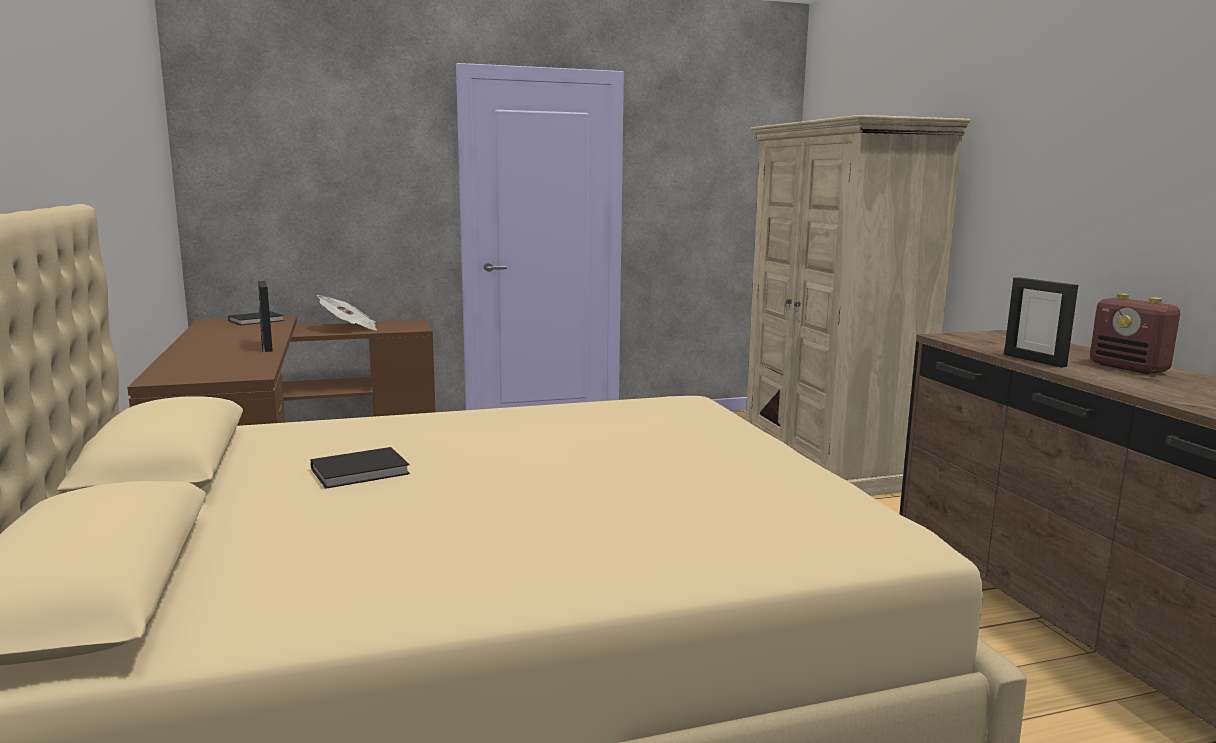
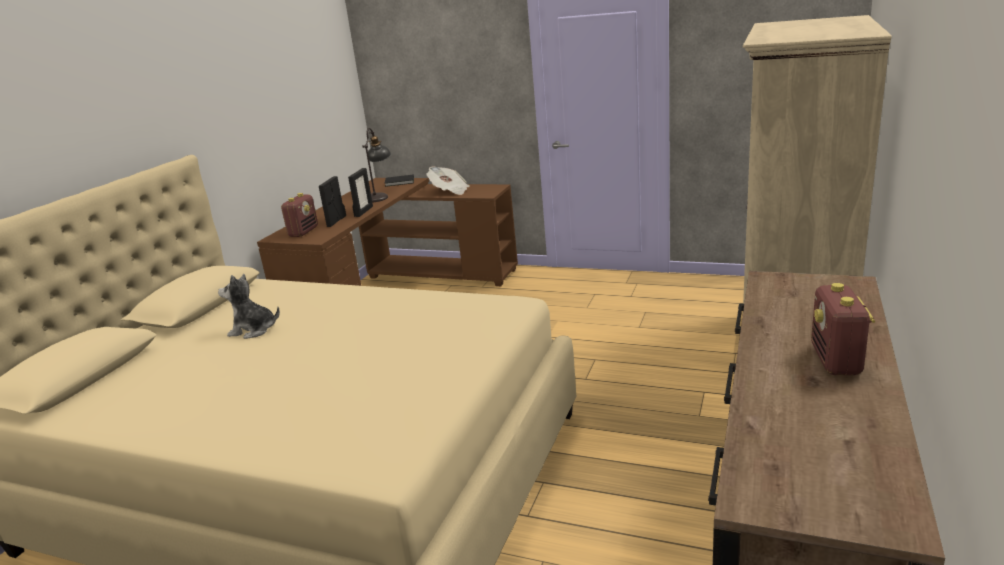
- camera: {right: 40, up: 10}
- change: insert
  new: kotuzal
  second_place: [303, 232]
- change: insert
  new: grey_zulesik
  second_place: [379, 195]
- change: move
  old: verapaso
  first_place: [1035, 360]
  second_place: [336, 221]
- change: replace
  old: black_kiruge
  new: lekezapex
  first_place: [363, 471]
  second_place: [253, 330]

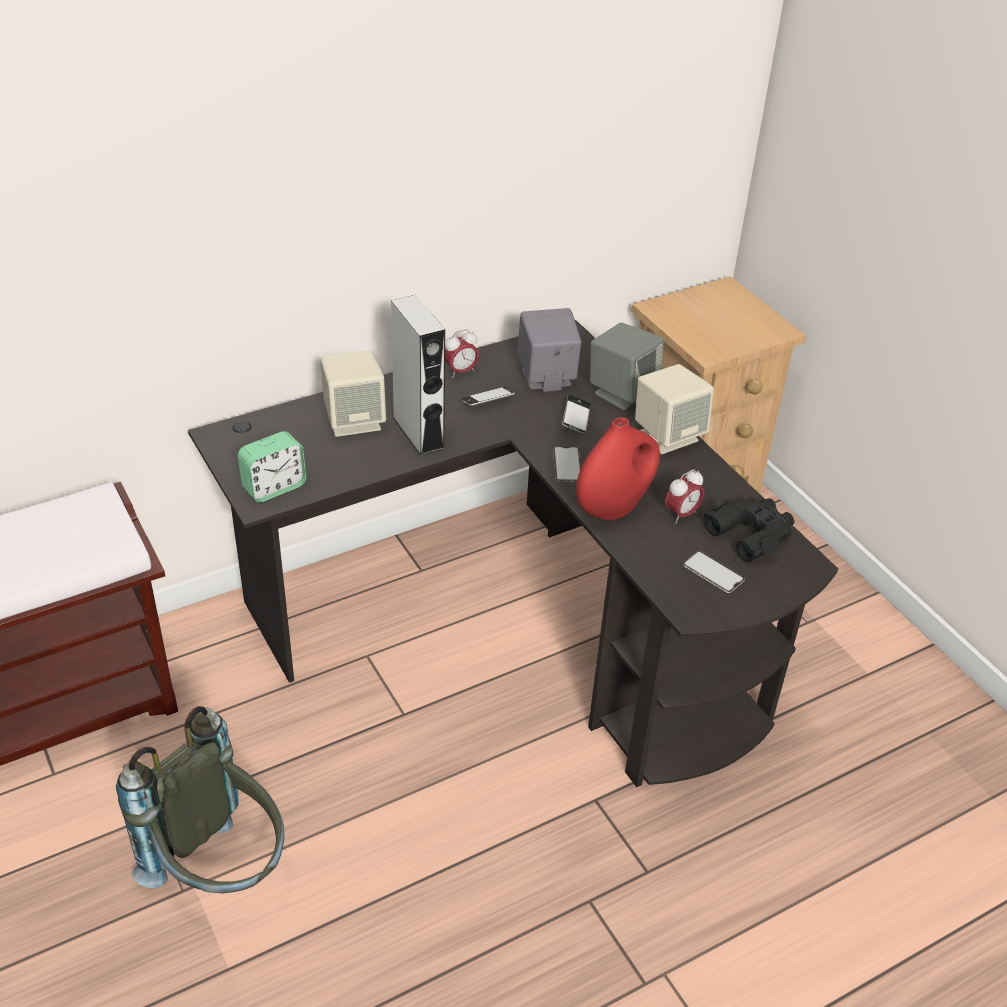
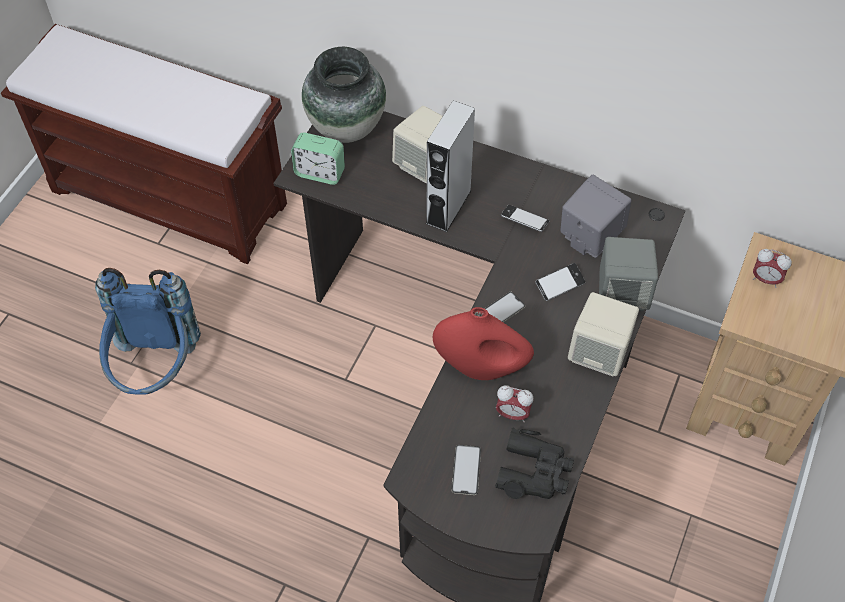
- camera: {right: 55, up: 15}
- change: insert
  new: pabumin
  second_place: [346, 128]
- change: move
  old: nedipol
  first_place: [460, 372]
  second_place: [765, 279]
- change: recolor
  old: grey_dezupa
  new: blue_dezupa
  first_place: [221, 871]
  second_place: [156, 371]

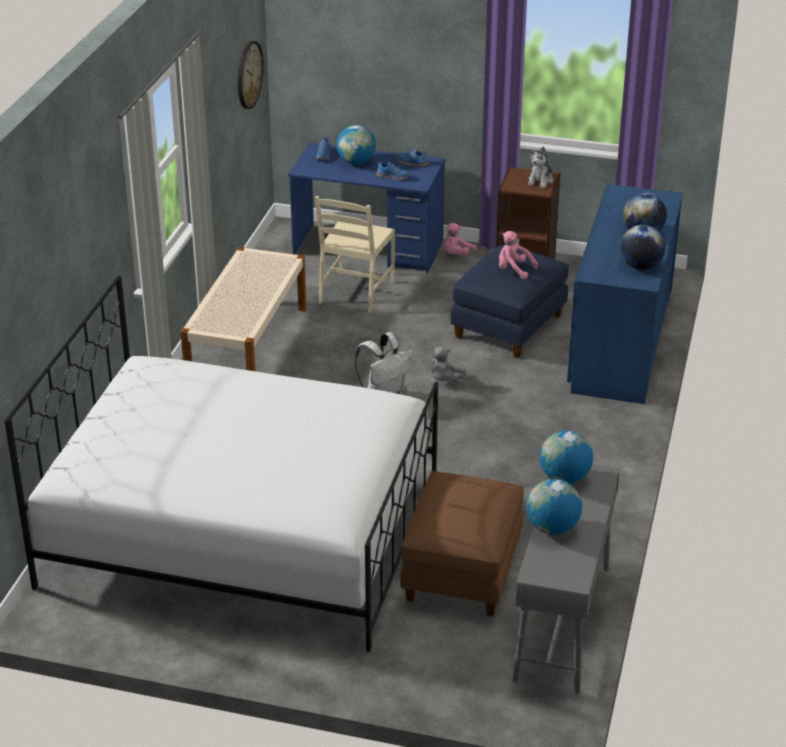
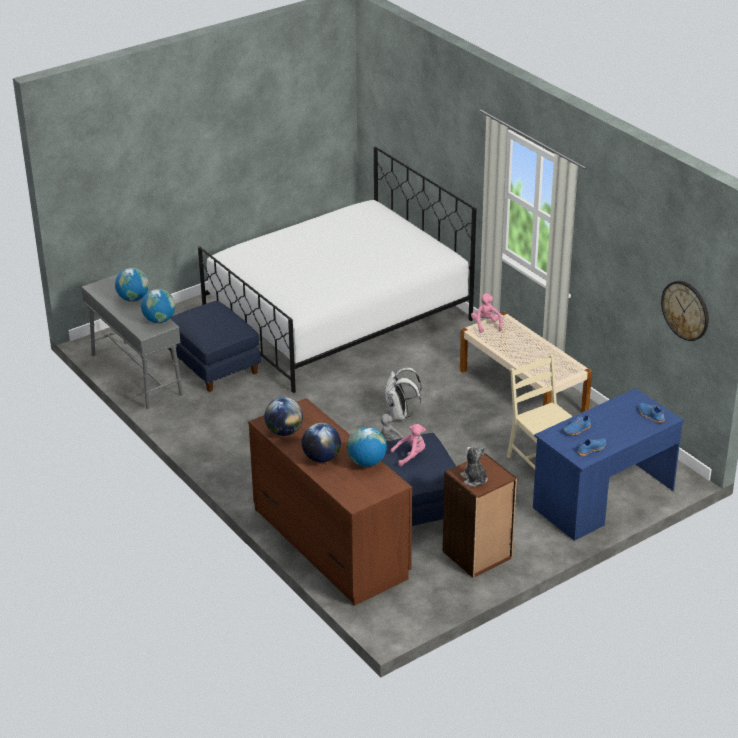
- camera: {right: 130, up: 0}
- change: move
  old: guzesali
  first_place: [356, 162]
  second_place: [366, 462]
- change: move
  old: pink_lekezapex
  first_place: [457, 254]
  second_place: [486, 325]
- change: recolor
  old: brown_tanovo
  new: blue_tanovo
  first_place: [461, 571]
  second_place: [215, 365]
- change: recolor
  old: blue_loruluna
  new: brown_loruluna
  first_place: [621, 344]
  second_place: [330, 543]

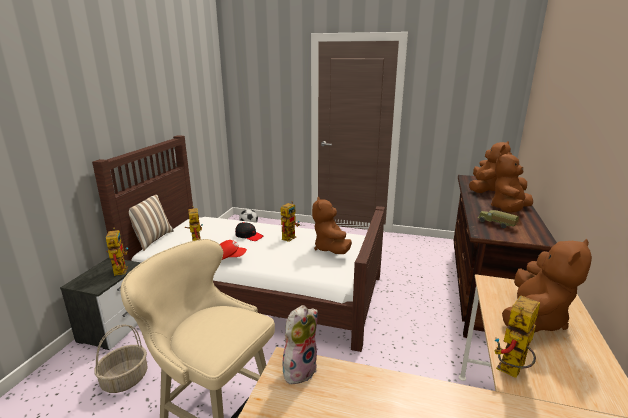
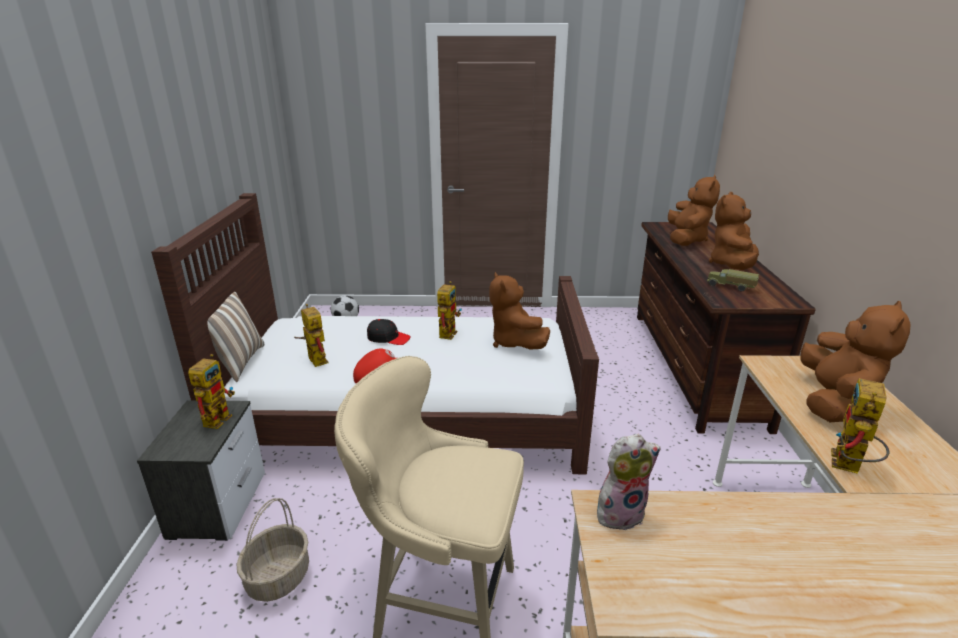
- camera: {right: -15, up: 5}
- change: rotate
  old: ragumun
  first_place: [119, 269]
  second_place: [219, 417]
  degrees: 45
- change: rotate
  old: lekezapex
  first_place: [299, 369]
  second_place: [620, 512]
  degrees: 45

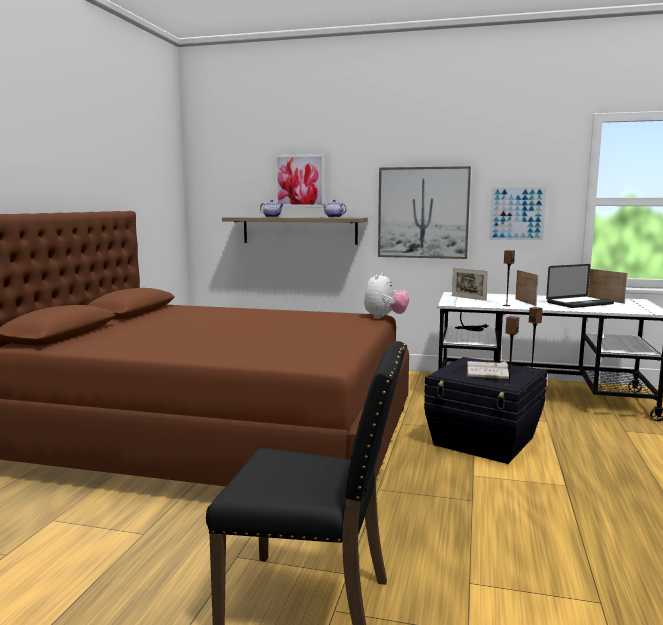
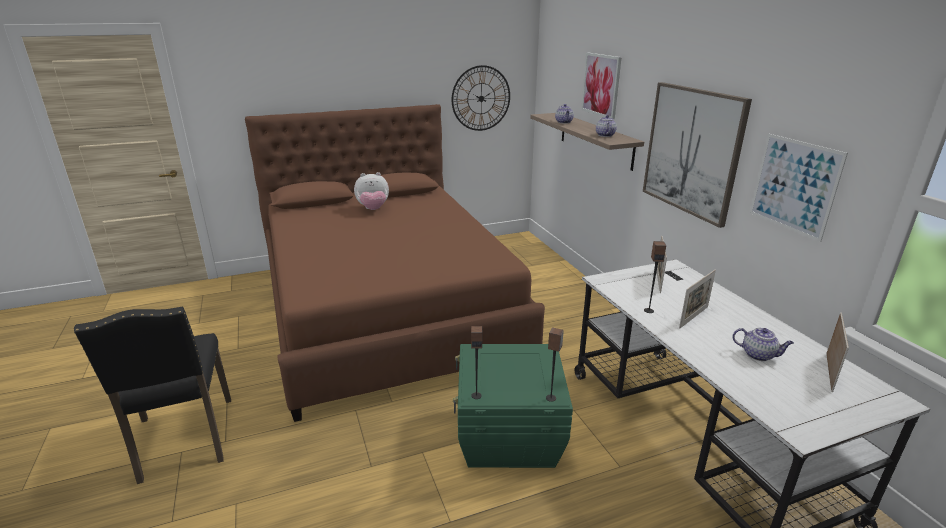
- camera: {right: 55, up: 15}
- change: delete
  old: white_kiruge
  first_place: [487, 370]
- change: insert
  new: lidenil
  second_place: [481, 98]
- change: move
  old: lekezapex
  first_place: [385, 317]
  second_place: [373, 209]
- change: replace
  old: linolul
  new: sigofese
  first_place: [579, 303]
  second_place: [759, 355]
- change: recolor
  old: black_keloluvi
  new: green_keloluvi
  first_place: [484, 441]
  second_place: [508, 436]

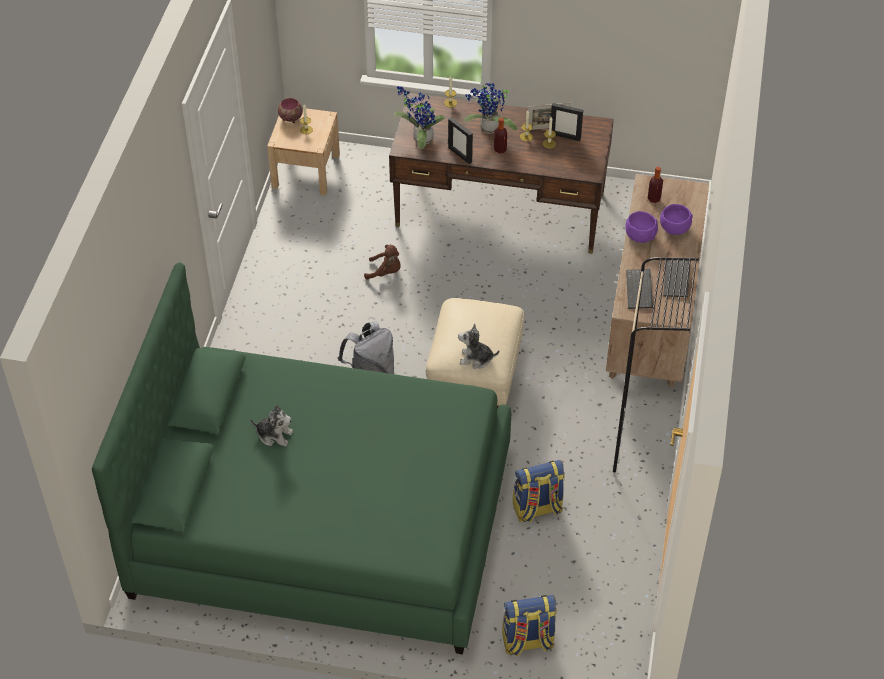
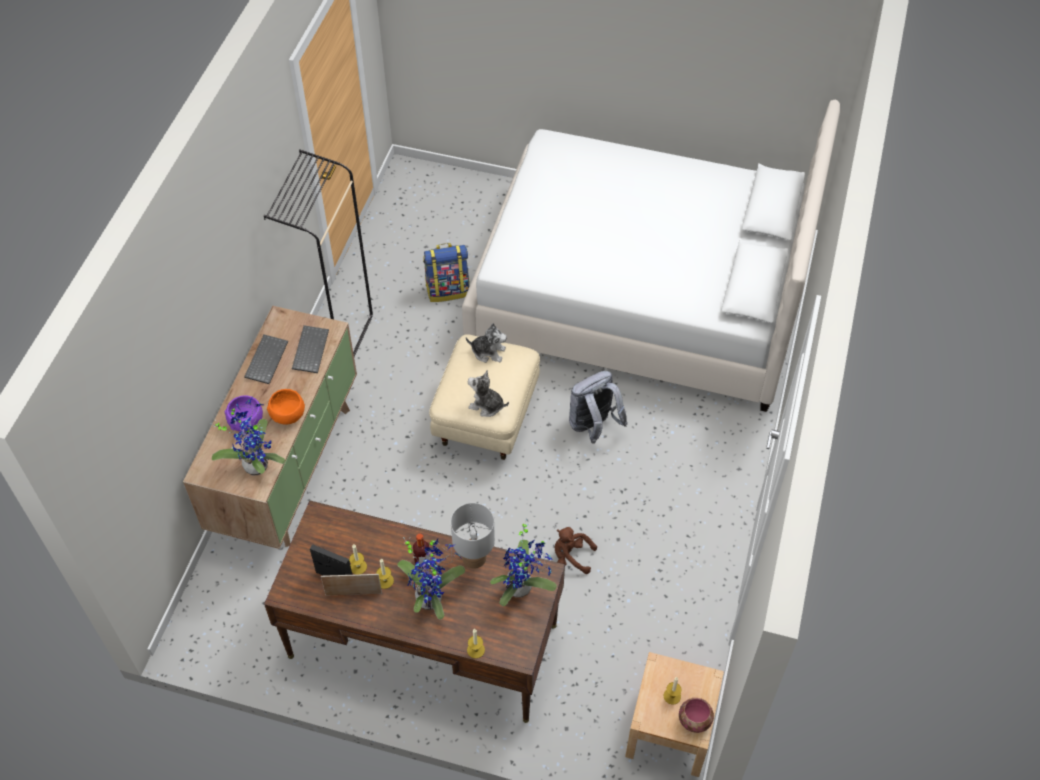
- camera: {right: -175, up: 5}
- change: delete
  old: dezupa
  first_place: [527, 641]
- change: move
  old: lekezapex
  first_place: [274, 435]
  second_place: [486, 405]
- change: replace
  old: verapaso
  new: grey_zulesik
  first_place: [460, 154]
  second_place: [474, 557]
- change: replace
  old: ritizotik
  new: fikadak
  first_place: [654, 199]
  second_place: [256, 463]
- change: recolor
  old: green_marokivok
  new: white_marokivok
  first_place: [323, 521]
  second_place: [640, 293]
- change: recolor
  old: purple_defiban
  new: orange_defiban
  first_place: [640, 235]
  second_place: [288, 415]

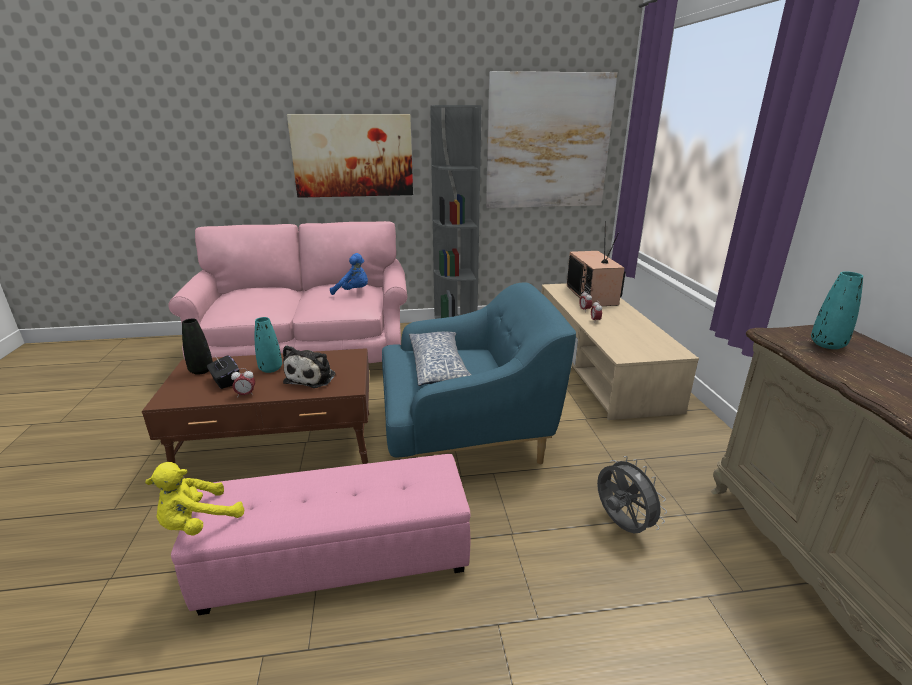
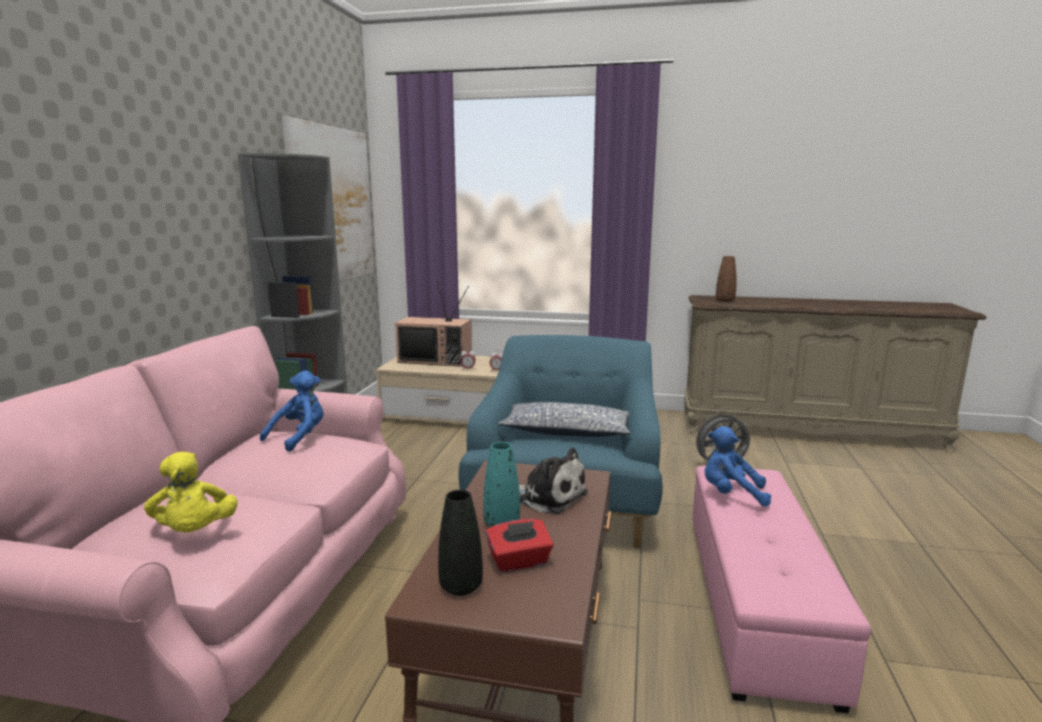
- camera: {right: -70, up: -10}
- change: delete
  old: nedipol
  first_place: [246, 395]
- change: delete
  old: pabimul
  first_place: [353, 156]
- change: insert
  new: blue_lekezapex
  second_place: [731, 494]
- change: move
  old: yellow_lekezapex
  first_place: [198, 523]
  second_place: [194, 532]
- change: recolor
  old: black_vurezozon
  new: red_vurezozon
  first_place: [225, 381]
  second_place: [519, 561]
- change: recolor
  old: turquoise_pabumin
  new: brown_pabumin
  first_place: [827, 345]
  second_place: [725, 300]

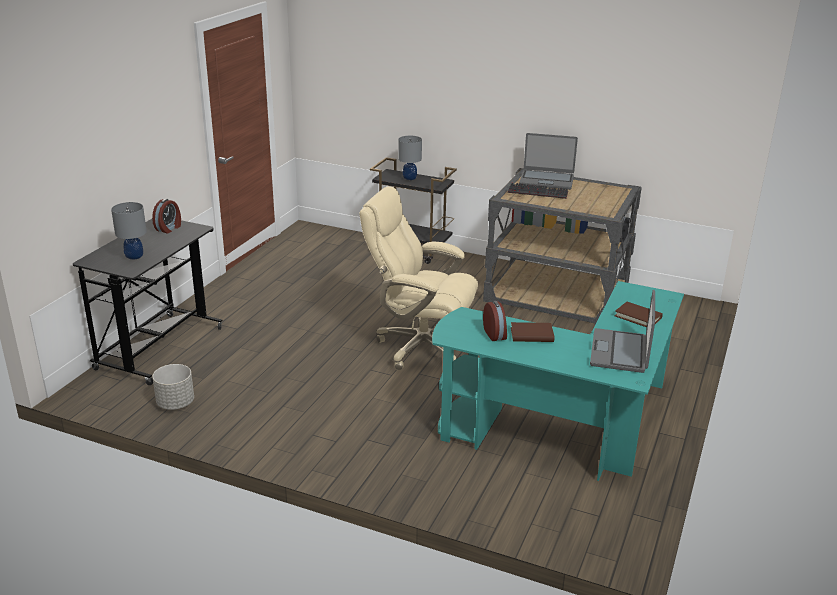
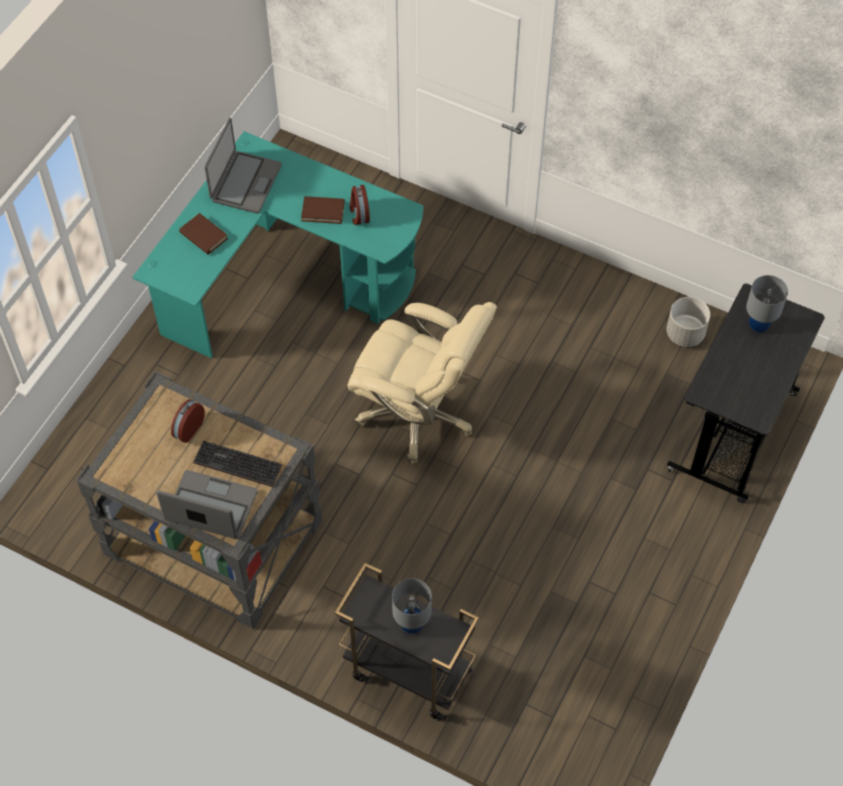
- camera: {right: -175, up: 30}
- change: move
  old: nedipol
  first_place: [169, 228]
  second_place: [188, 428]

